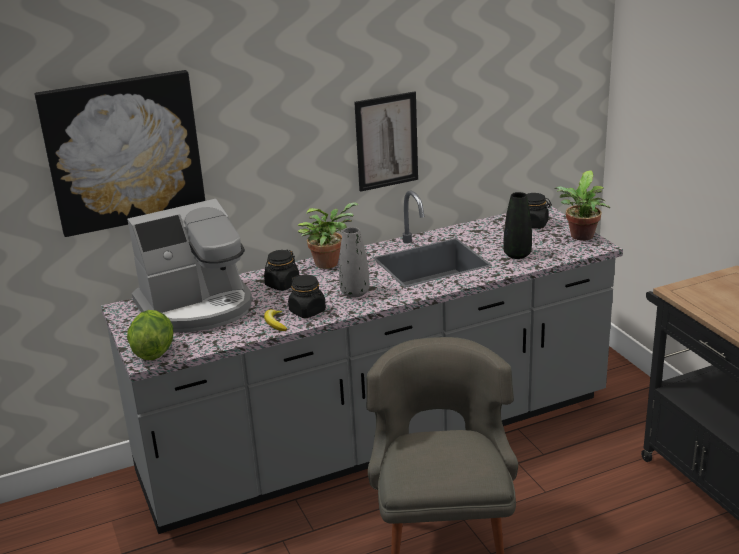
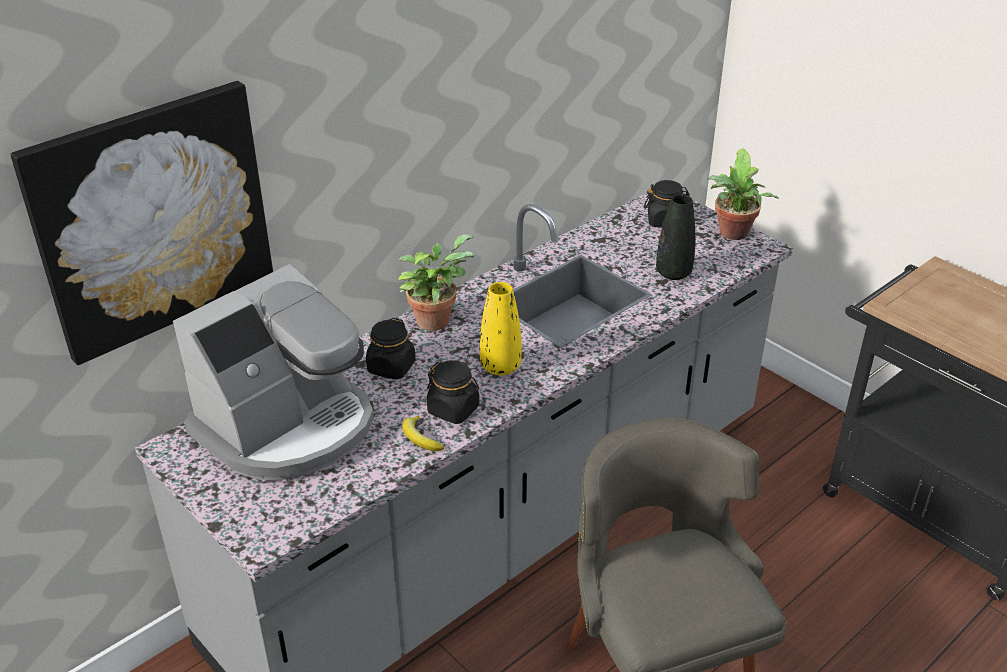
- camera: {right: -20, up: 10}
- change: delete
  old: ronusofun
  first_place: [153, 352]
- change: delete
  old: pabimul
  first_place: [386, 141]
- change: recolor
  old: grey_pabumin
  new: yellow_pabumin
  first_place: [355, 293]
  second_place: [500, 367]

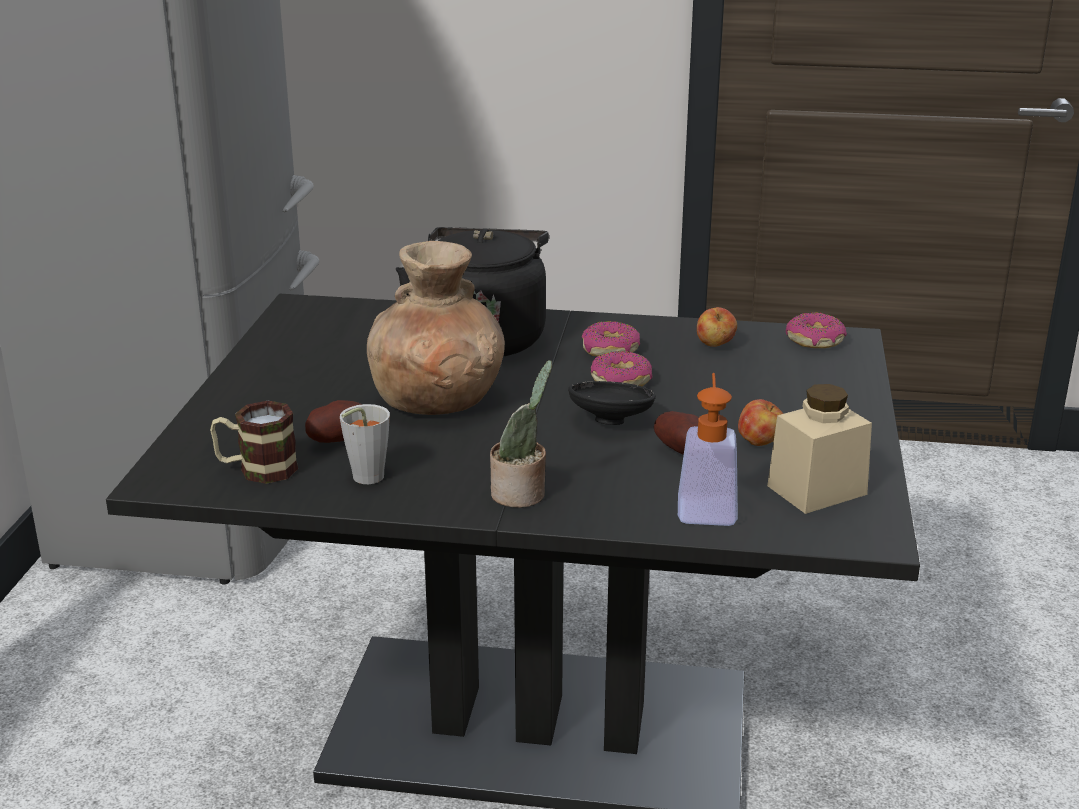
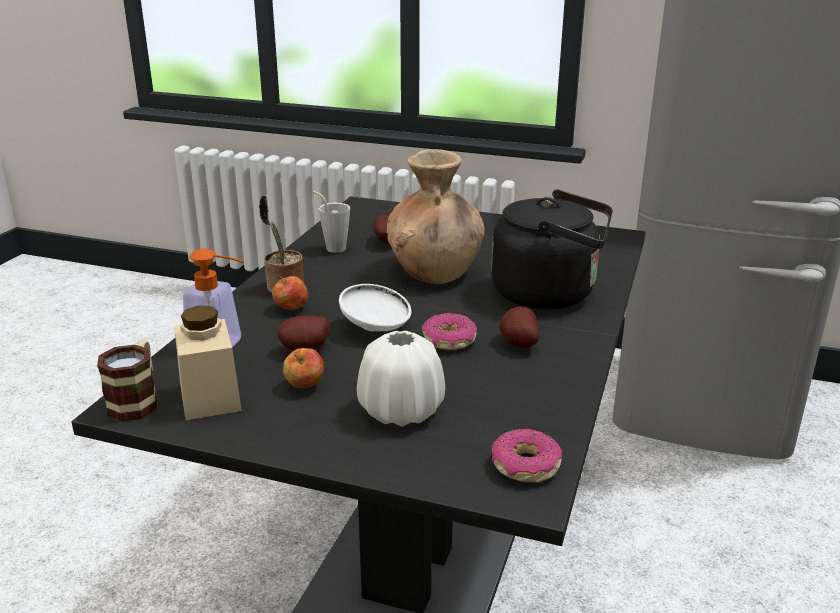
- camera: {right: 100, up: 0}
- change: insert
  new: white_pabumin
  second_place: [401, 411]
- change: move
  old: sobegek
  first_place: [256, 469]
  second_place: [137, 400]
- change: move
  old: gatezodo
  first_place: [715, 345]
  second_place: [291, 309]
- change: replace
  old: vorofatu
  new: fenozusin
  first_place: [611, 350]
  second_place: [517, 343]
- change: recolor
  old: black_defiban
  new: white_defiban
  first_place: [612, 420]
  second_place: [376, 328]

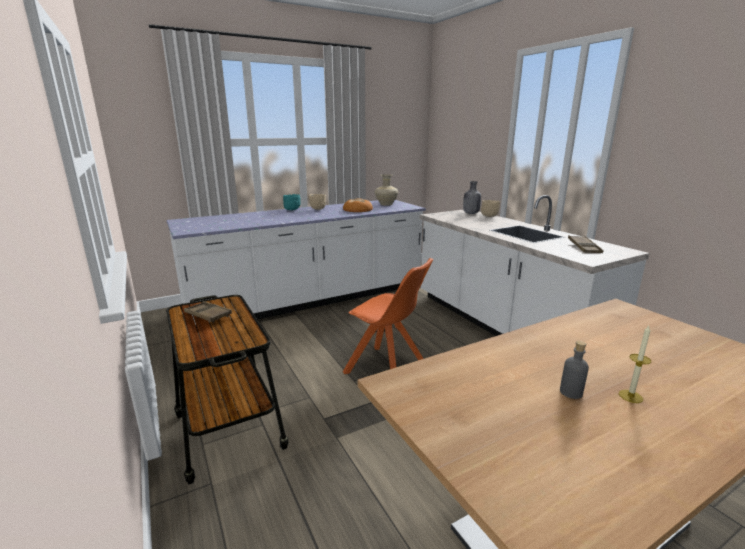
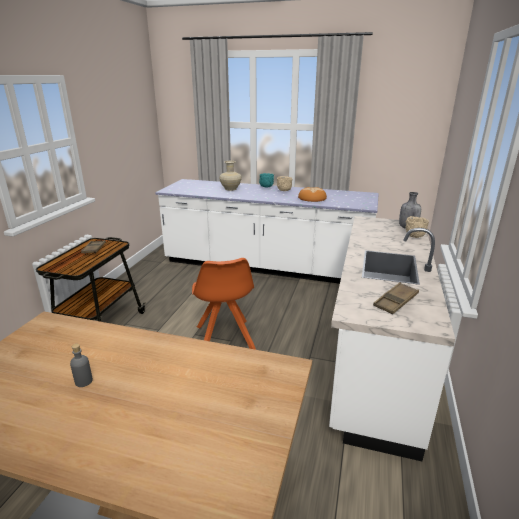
- camera: {right: 45, up: 5}
- change: delete
  old: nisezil
  first_place: [630, 396]
- change: move
  old: beige_pabumin
  first_place: [386, 204]
  second_place: [230, 189]

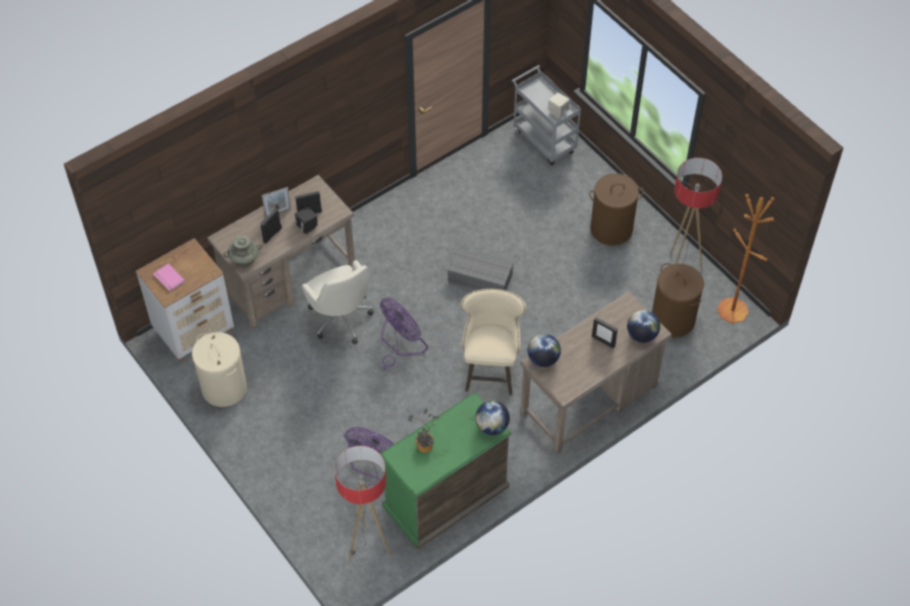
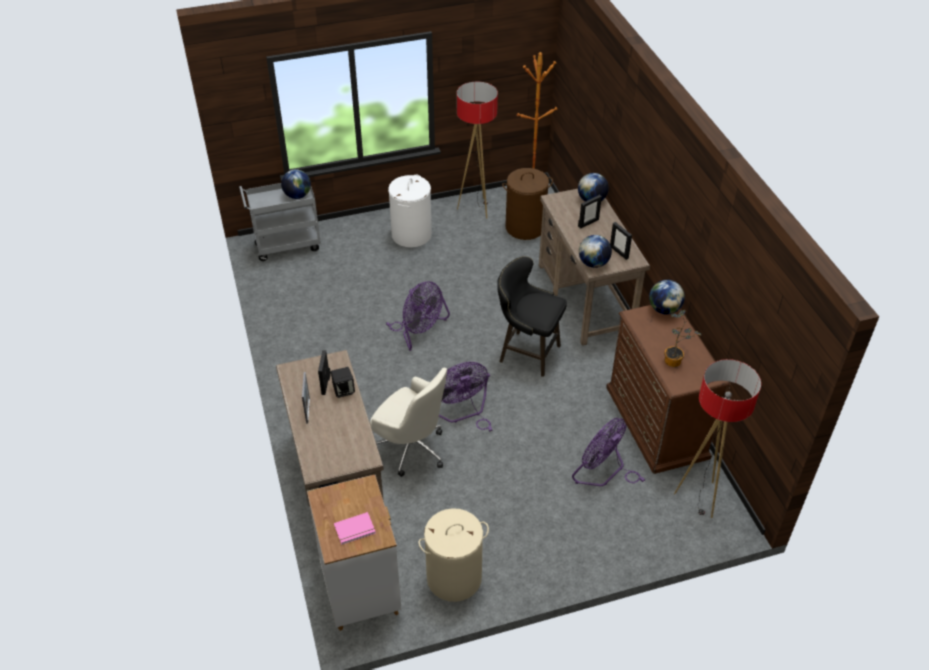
- camera: {right: -70, up: -10}
- change: delete
  old: turquoise_pabumin
  first_place: [244, 260]
- change: move
  old: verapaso
  first_place: [272, 235]
  second_place: [619, 252]
- change: replace
  old: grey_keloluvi
  new: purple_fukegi
  first_place: [481, 277]
  second_place: [418, 330]
- change: replace
  old: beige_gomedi
  new: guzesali
  first_place: [558, 112]
  second_place: [297, 195]
- change: recolor
  old: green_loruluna
  new: brown_loruluna
  first_place: [445, 497]
  second_place: [657, 422]
- change: recolor
  old: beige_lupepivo
  new: black_lupepivo
  first_place: [490, 370]
  second_place: [527, 352]
- change: recolor
  old: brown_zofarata
  new: white_zofarata
  first_place: [611, 229]
  second_place: [411, 235]
- change: rotate
  old: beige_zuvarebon
  first_place: [341, 318]
  second_place: [412, 449]
  degrees: 45

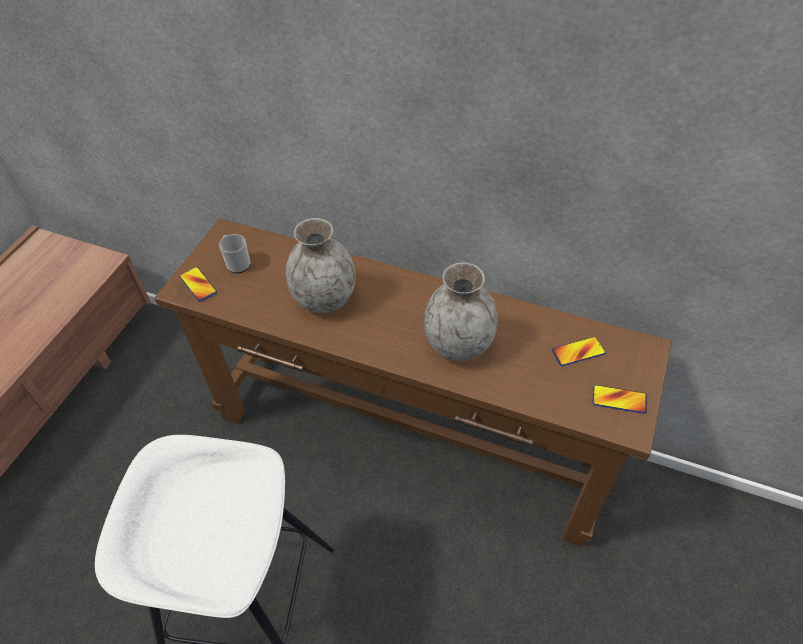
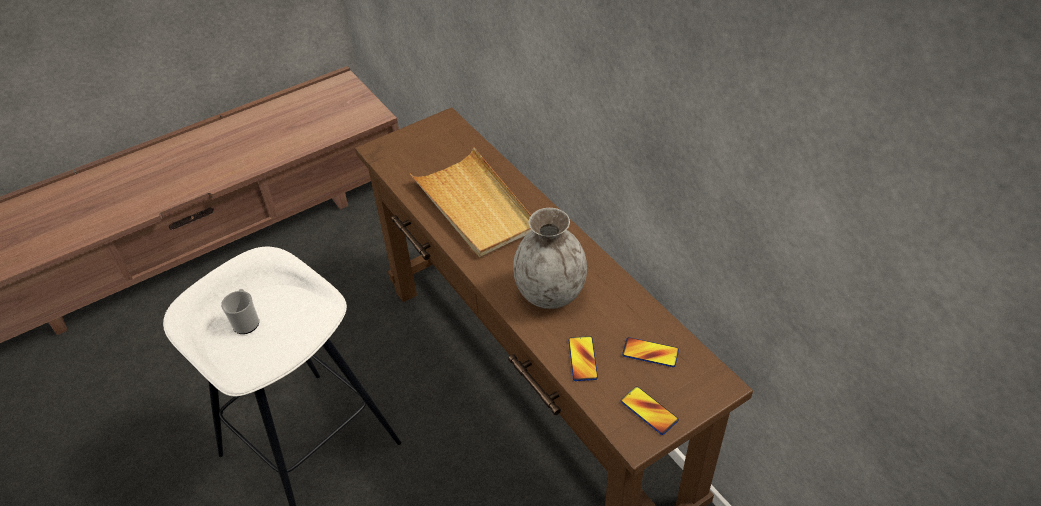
- camera: {right: 35, up: -5}
- change: move
  old: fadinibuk
  first_place: [198, 285]
  second_place: [582, 359]
- change: move
  old: sobegek
  first_place: [237, 263]
  second_place: [246, 321]
- change: replace
  old: grey_pabumin
  new: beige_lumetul
  first_place: [325, 299]
  second_place: [475, 206]

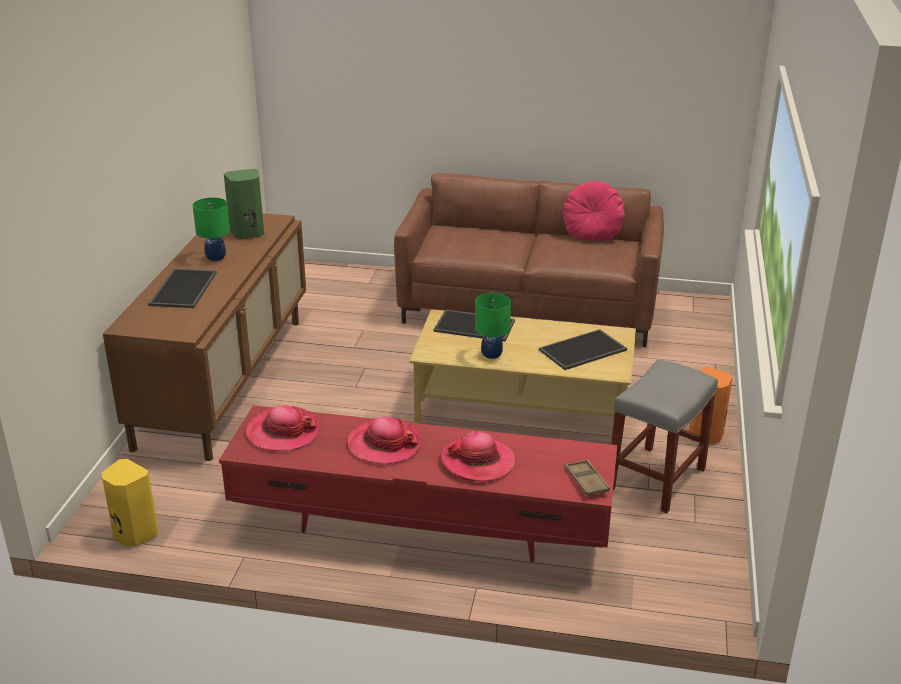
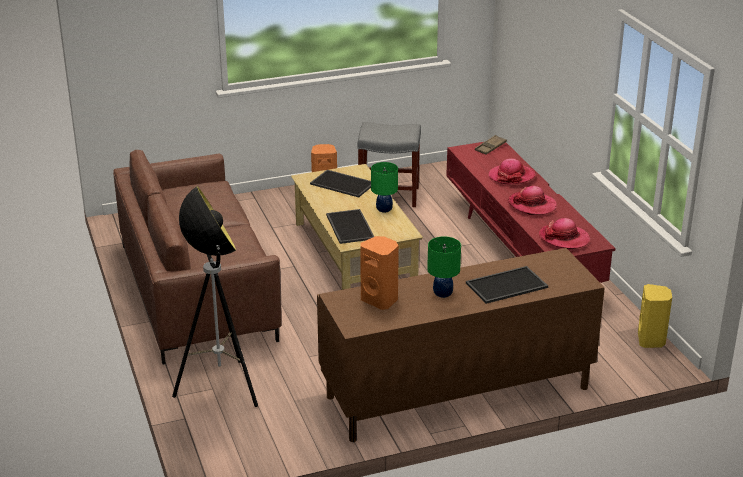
- camera: {right: -120, up: 0}
- change: delete
  old: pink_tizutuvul
  first_place: [592, 237]
- change: insert
  new: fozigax
  second_place: [220, 388]
- change: recolor
  old: green_gomedi
  new: orange_gomedi
  first_place: [248, 233]
  second_place: [380, 300]

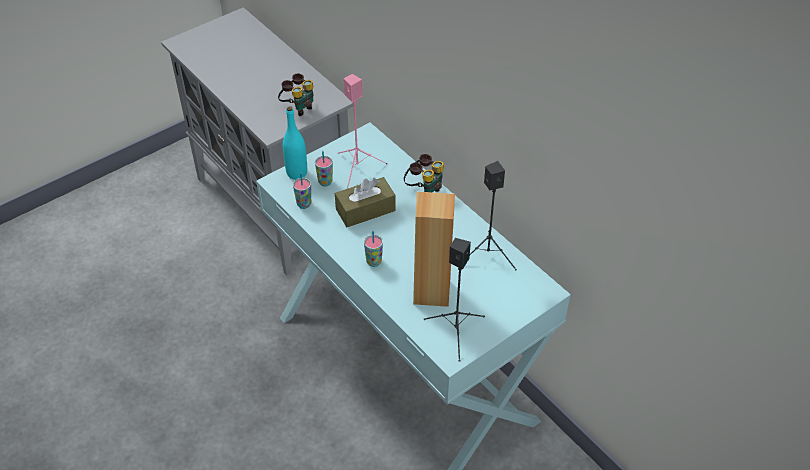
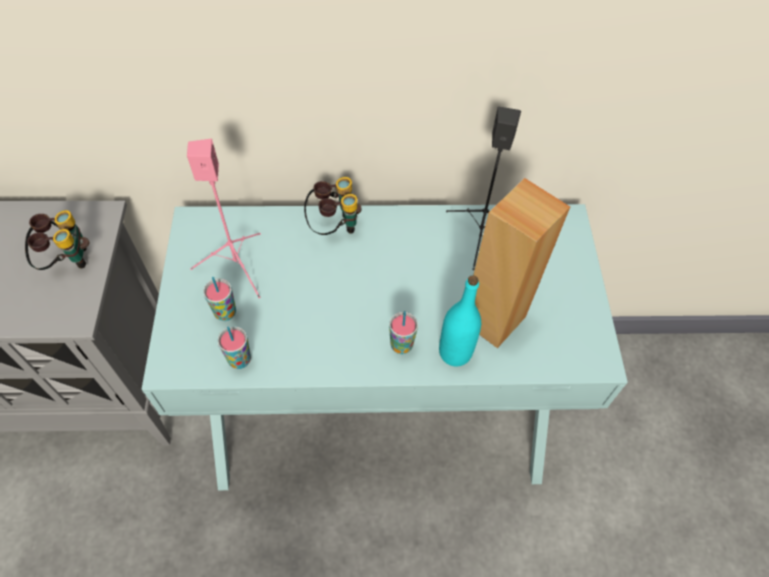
- camera: {right: -55, up: 10}
- change: delete
  old: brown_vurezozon
  first_place: [365, 210]
- change: delete
  old: black_gomedi
  first_place: [456, 331]
- change: move
  old: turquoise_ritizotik
  first_place: [297, 173]
  second_place: [455, 352]

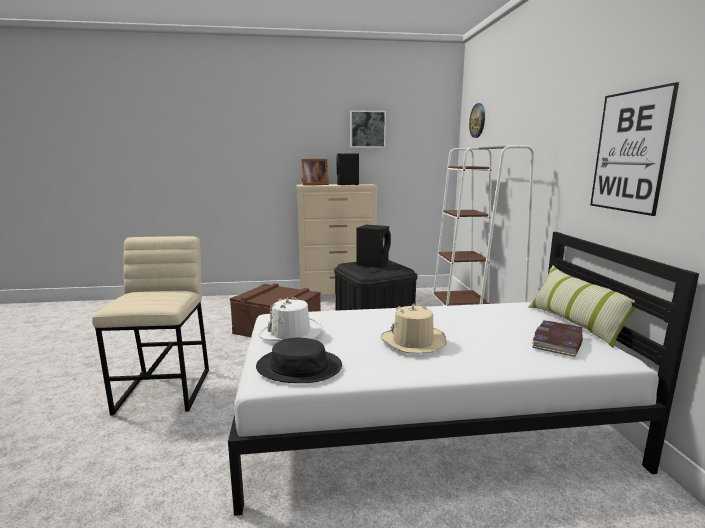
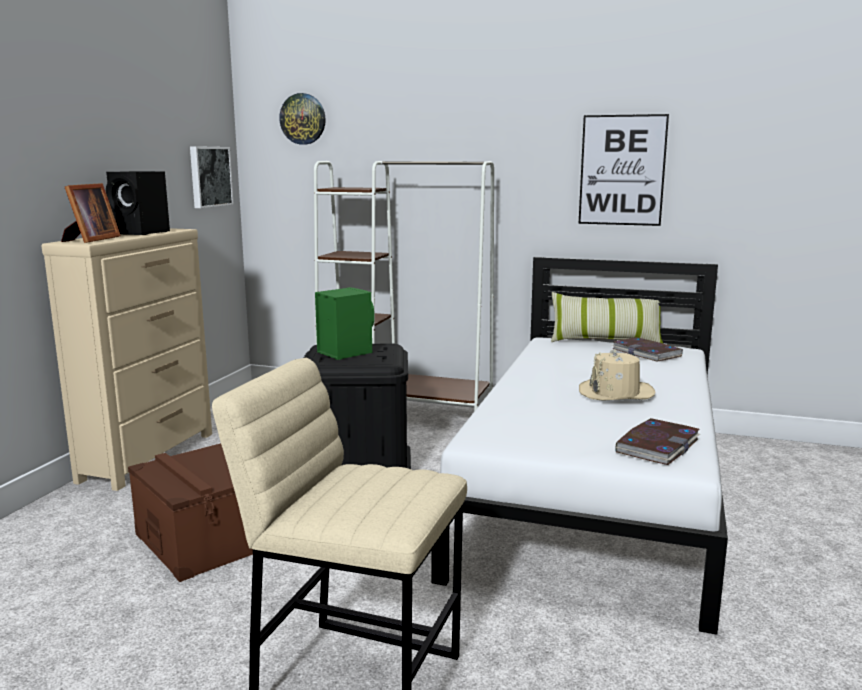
- camera: {right: -65, up: 0}
- change: delete
  old: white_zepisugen
  first_place: [291, 333]
- change: move
  old: pabimul
  first_place: [367, 129]
  second_place: [209, 176]
- change: replace
  old: black_zepisugen
  new: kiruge
  first_place: [299, 367]
  second_place: [657, 445]
- change: recolor
  old: black_gomedi
  new: green_gomedi
  first_place: [373, 264]
  second_place: [344, 352]

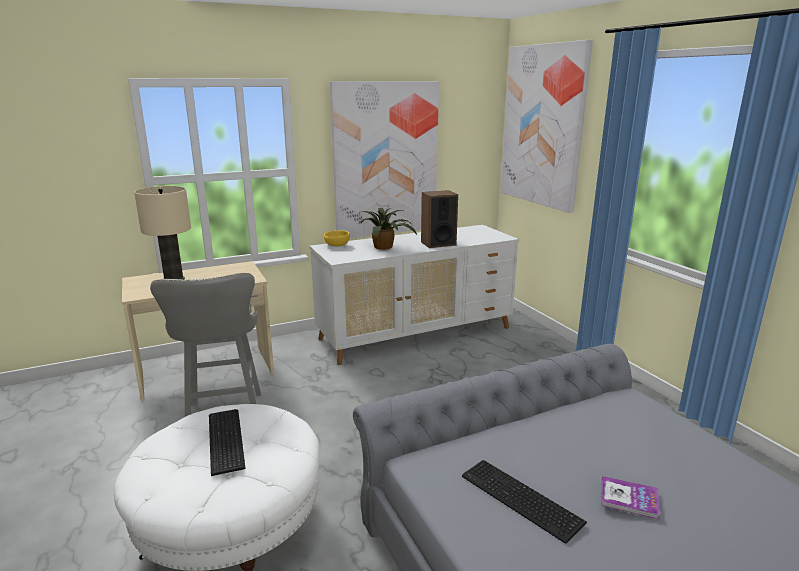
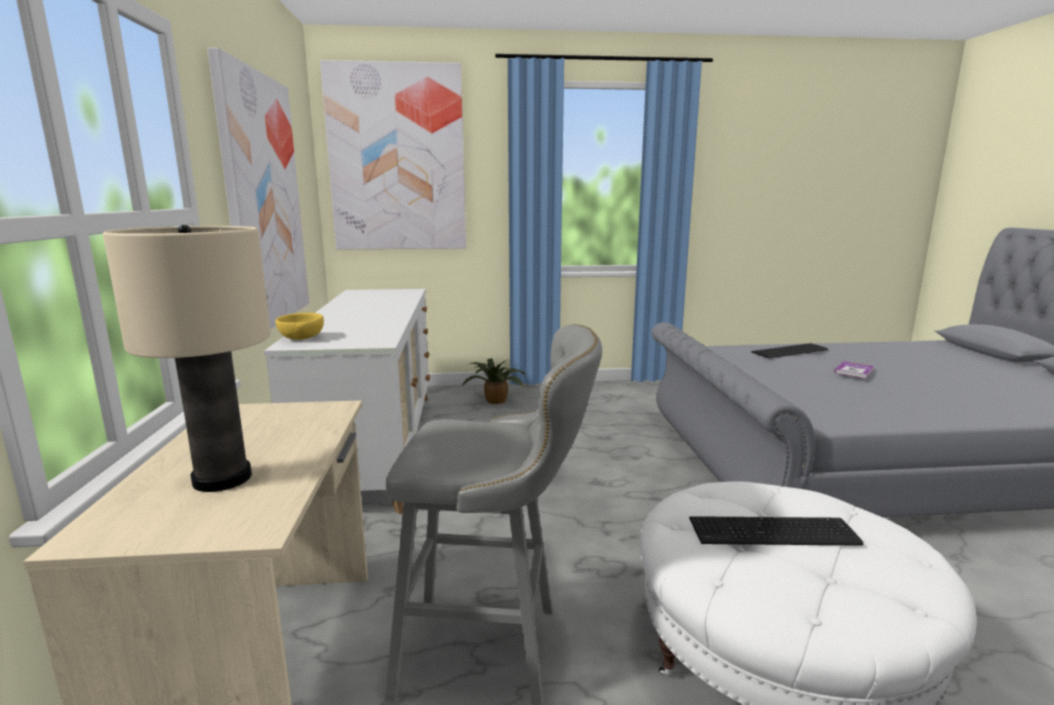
- camera: {right: -70, up: -5}
- change: delete
  old: gomedi
  first_place: [438, 243]
- change: move
  old: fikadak
  first_place: [385, 247]
  second_place: [497, 400]
- change: move
  old: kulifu
  first_place: [520, 500]
  second_place: [791, 351]

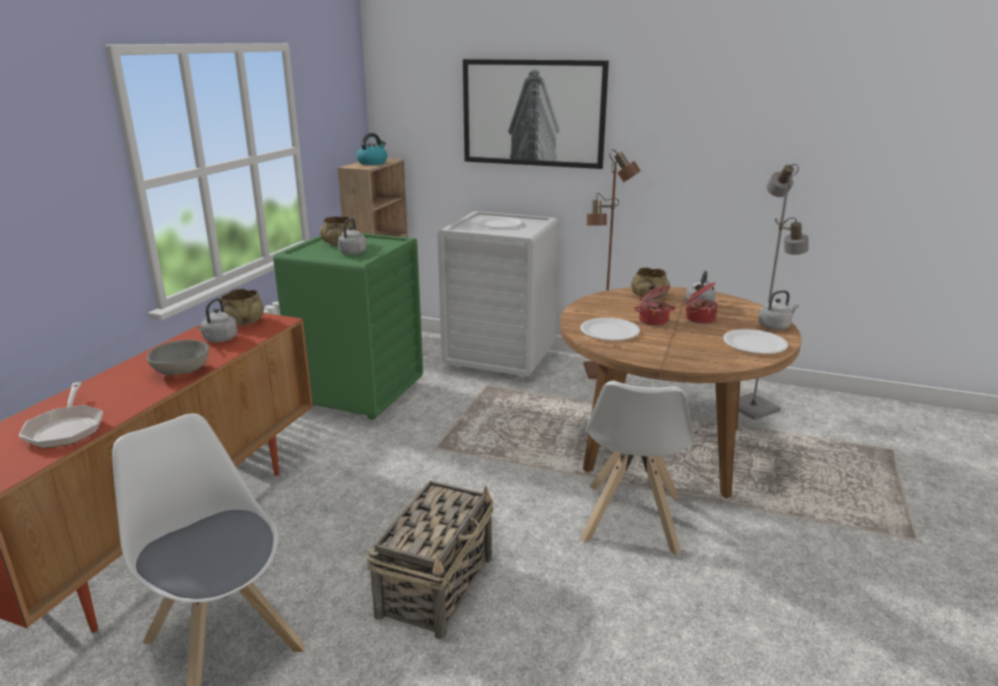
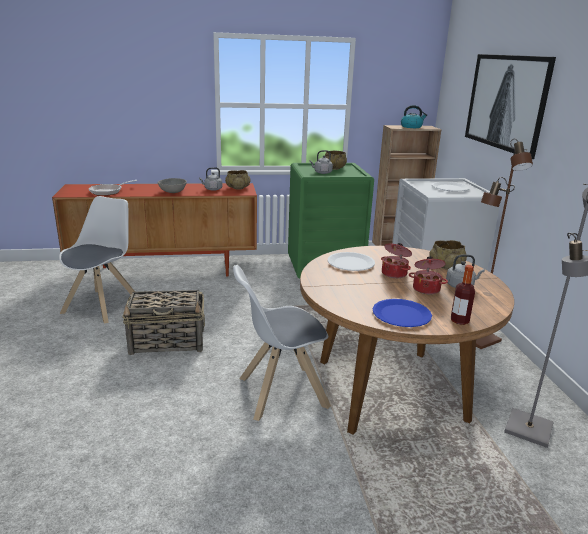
- camera: {right: 60, up: 0}
- change: replace
  old: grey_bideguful
  new: ritizotik
  first_place: [775, 326]
  second_place: [459, 320]
- change: recolor
  old: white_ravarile
  new: blue_ravarile
  first_place: [754, 344]
  second_place: [401, 314]

